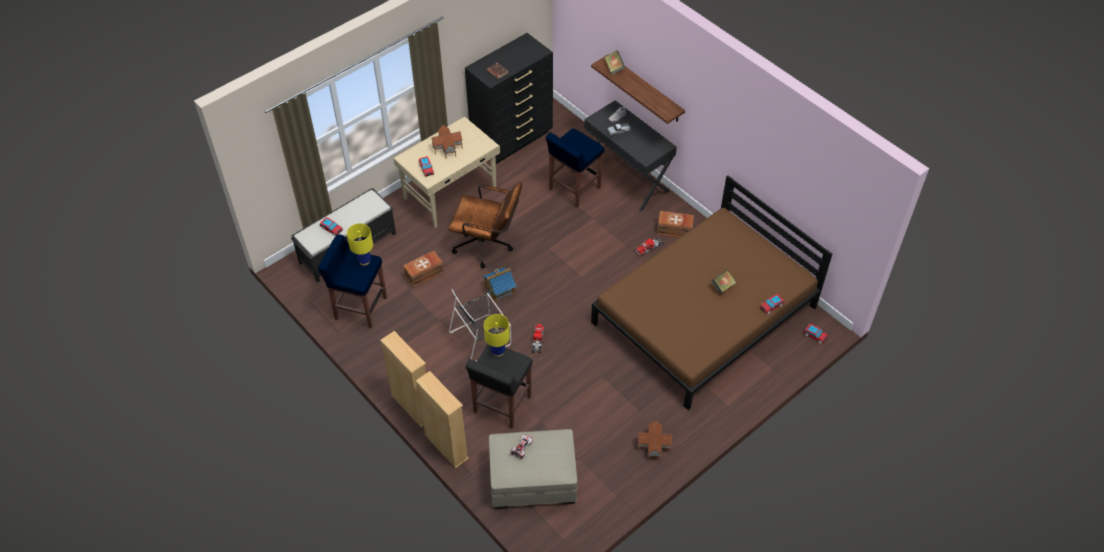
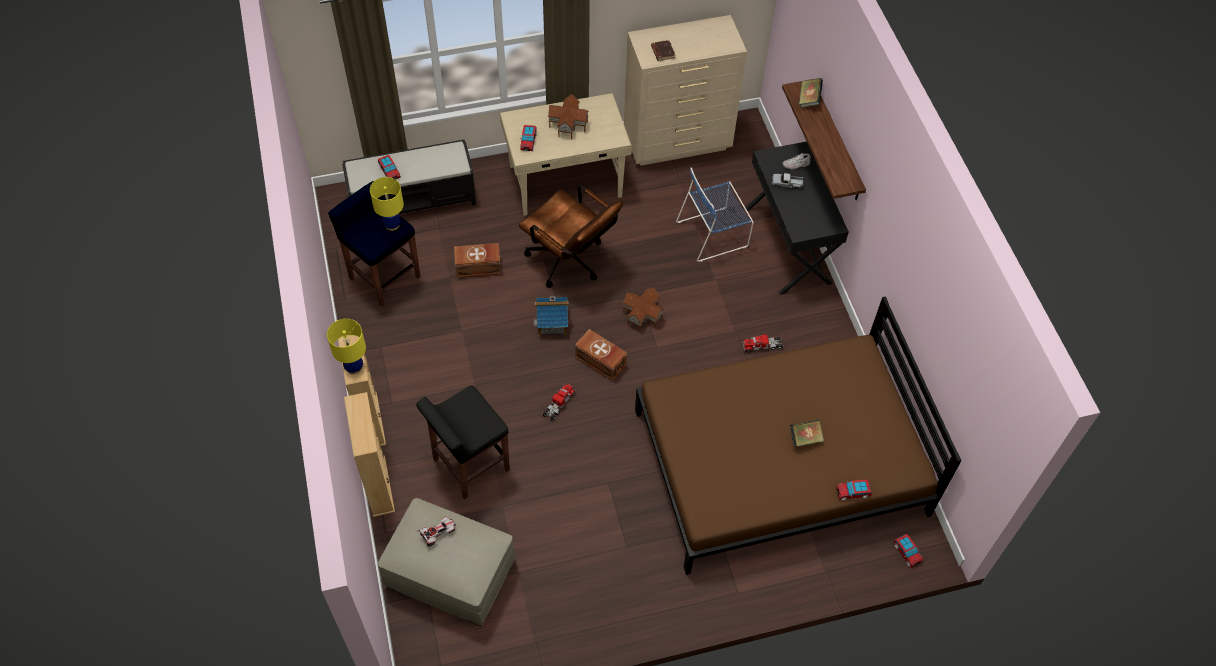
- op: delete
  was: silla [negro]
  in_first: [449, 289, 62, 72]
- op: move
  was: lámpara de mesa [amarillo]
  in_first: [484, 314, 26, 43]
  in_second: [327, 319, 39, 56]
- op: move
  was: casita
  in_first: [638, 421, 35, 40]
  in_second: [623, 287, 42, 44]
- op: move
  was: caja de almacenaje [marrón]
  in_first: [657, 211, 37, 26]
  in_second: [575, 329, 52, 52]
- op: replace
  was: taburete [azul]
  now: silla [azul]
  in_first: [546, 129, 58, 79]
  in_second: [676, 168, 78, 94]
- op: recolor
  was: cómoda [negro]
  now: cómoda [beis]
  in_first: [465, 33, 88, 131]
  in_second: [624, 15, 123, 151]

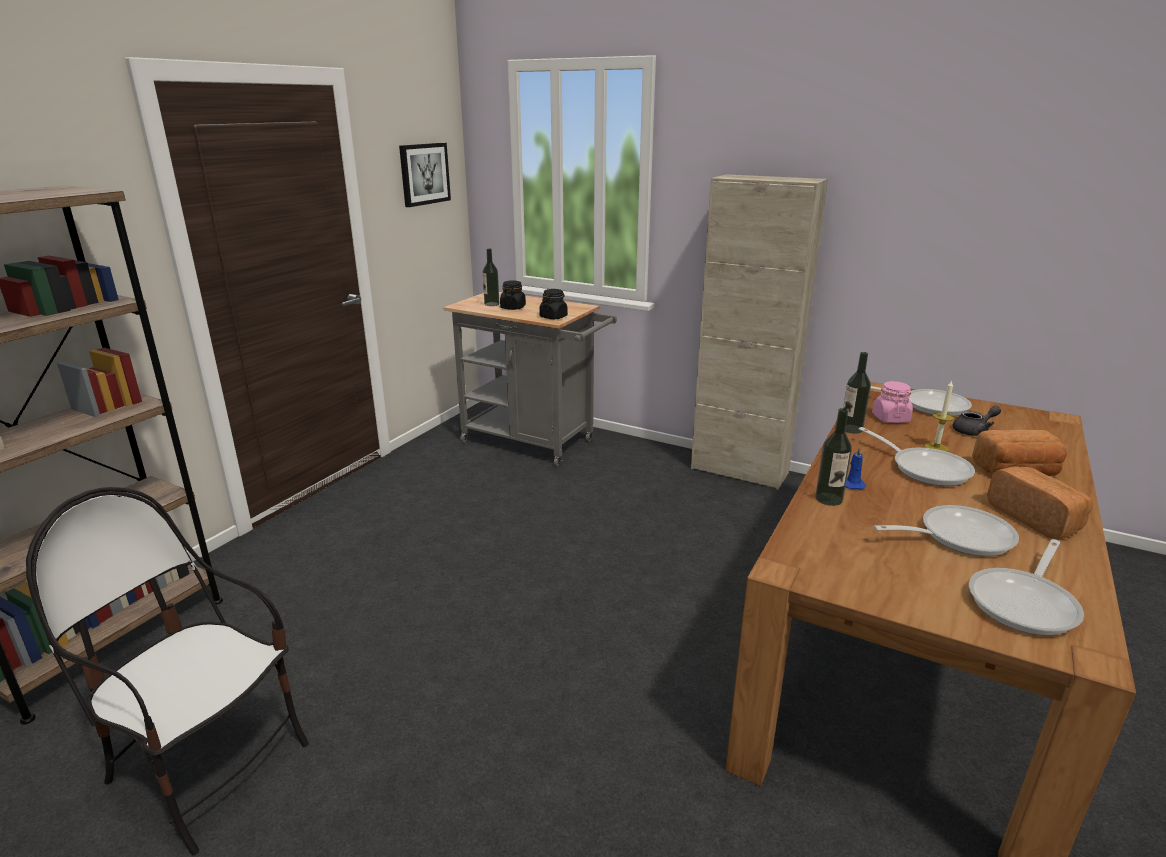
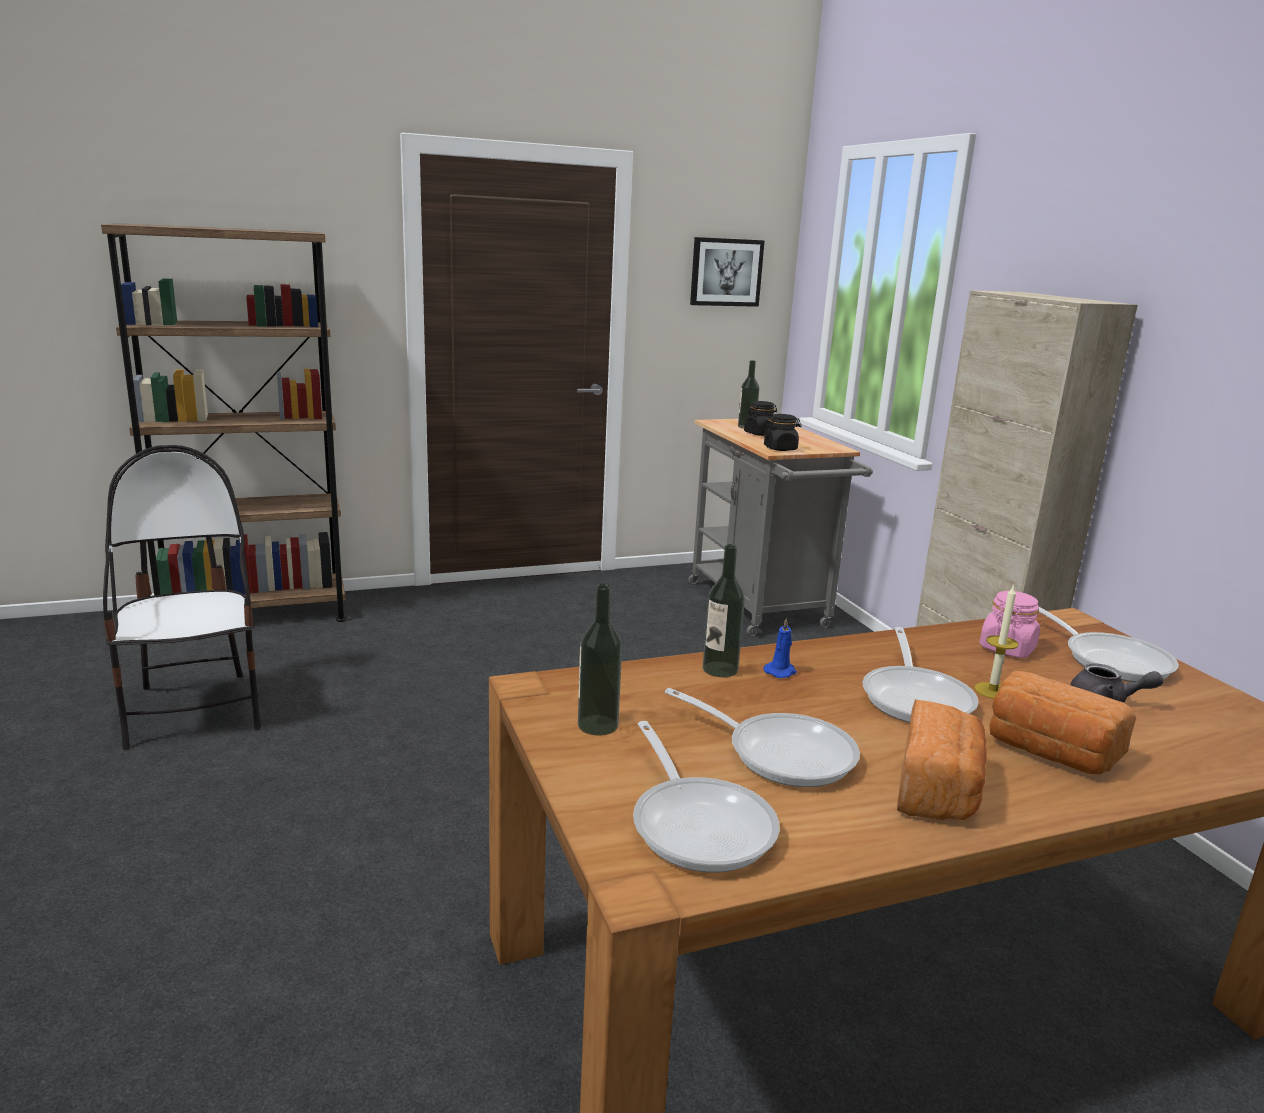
- op: move
  was: botella
  in_first: [843, 352, 28, 82]
  in_second: [578, 584, 44, 152]
- op: rotate
  was: sartén
  in_first: [969, 539, 115, 97]
  in_second: [633, 721, 147, 152]
  clockwise: -105

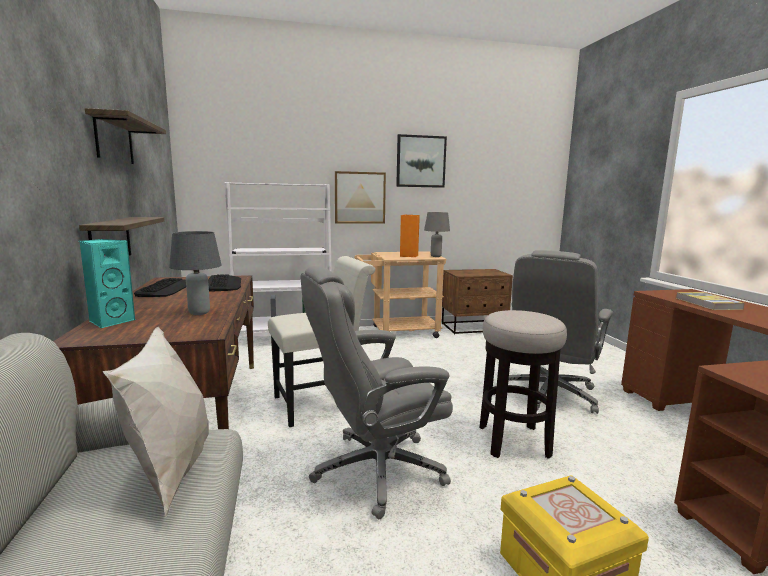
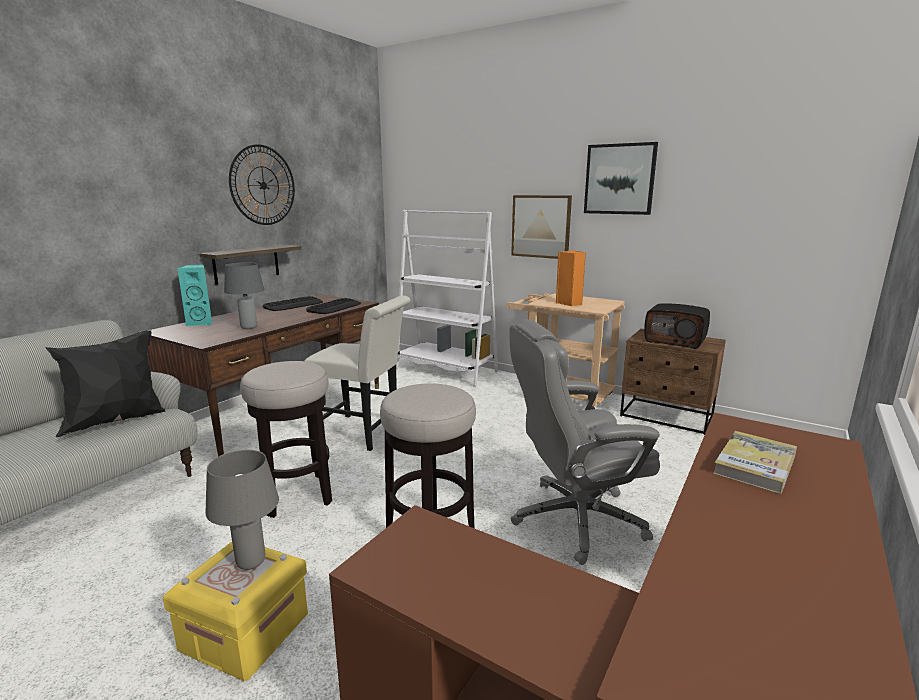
- op: insert
  now: radio
  in_second: [644, 303, 66, 46]
- op: move
  was: lámpara de mesa [gris]
  in_first: [424, 212, 26, 45]
  in_second: [206, 450, 73, 120]
- op: replace
  was: estante
  now: reloj de pared
  in_first: [85, 108, 81, 56]
  in_second: [229, 144, 66, 81]
- op: replace
  was: silla de oficina [gris]
  now: taburete
  in_first: [300, 266, 153, 253]
  in_second: [240, 361, 92, 157]
- op: recolor
  was: cojín [blanco]
  now: cojín [negro]
  in_first: [102, 327, 107, 190]
  in_second: [45, 330, 120, 107]

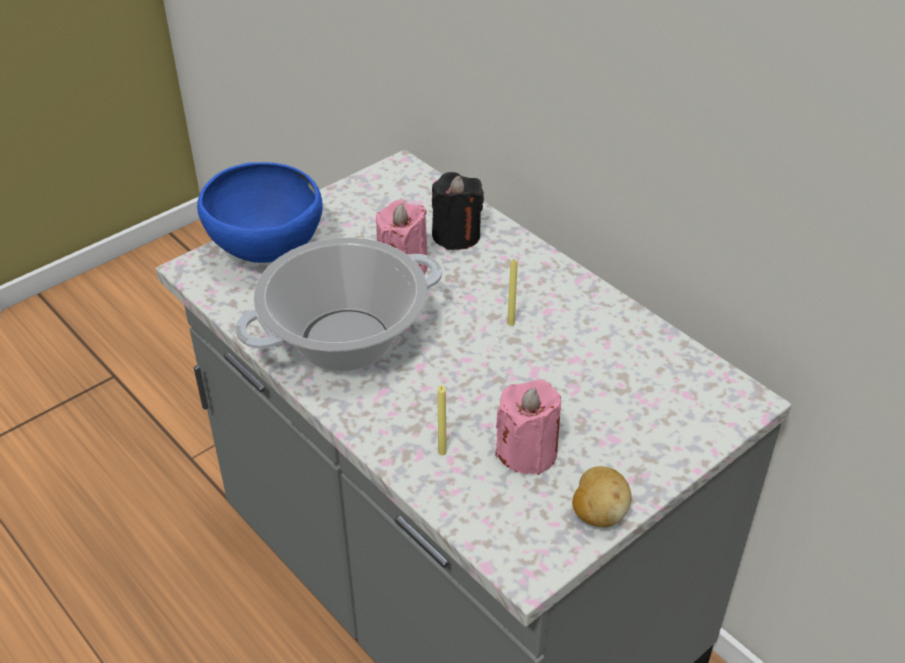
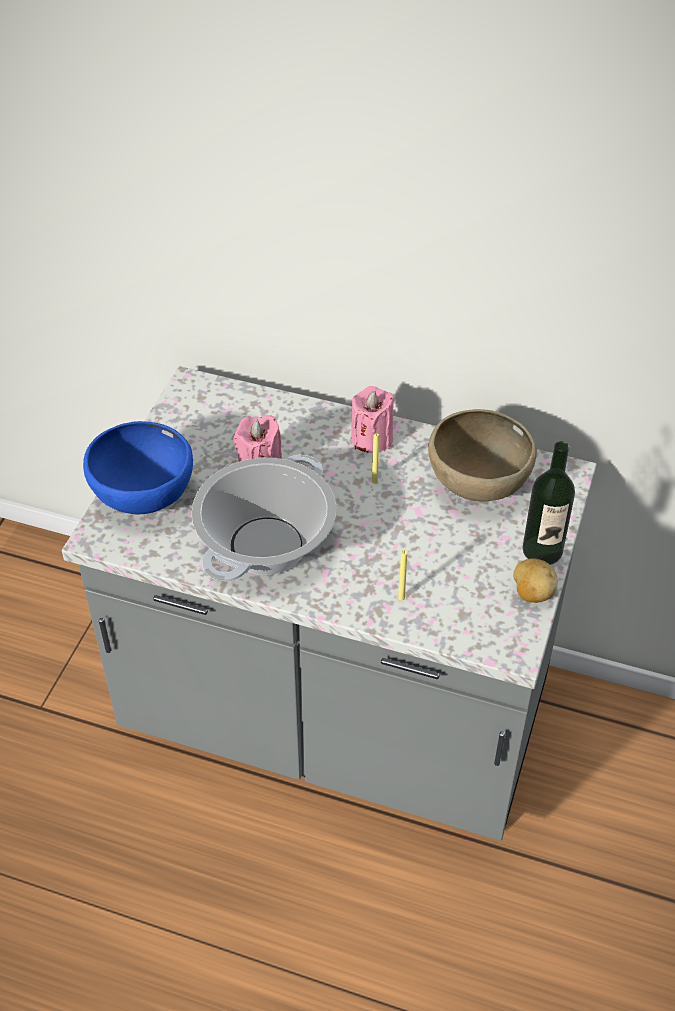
- op: delete
  was: vela [negro]
  in_first: [432, 172, 52, 78]
- op: insert
  now: cuenco [marrón]
  in_second: [428, 409, 109, 93]
- op: insert
  now: botella
  in_second: [522, 441, 53, 124]
- op: move
  was: vela [rosa]
  in_first: [495, 379, 66, 96]
  in_second: [351, 386, 44, 67]

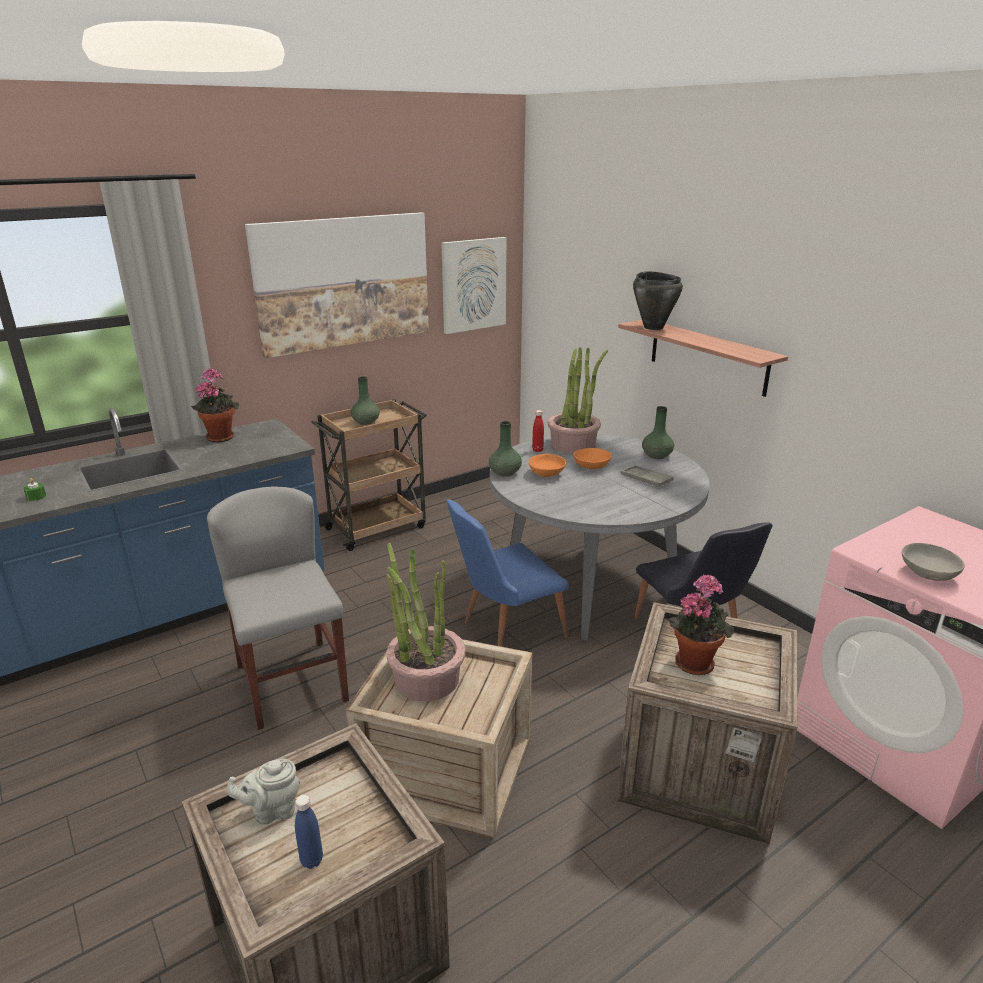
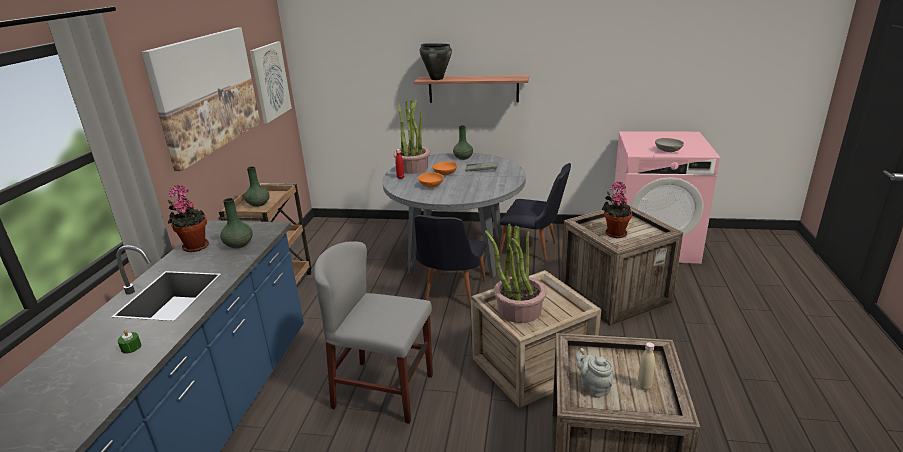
- op: move
  was: florero [verde]
  in_first: [489, 421, 33, 56]
  in_second: [220, 198, 33, 51]
- op: recolor
  was: botella [azul]
  now: botella [beis]
  in_first: [295, 795, 28, 74]
  in_second: [637, 342, 18, 49]
- op: recolor
  was: silla [azul]
  now: silla [negro]
  in_first: [446, 499, 123, 148]
  in_second: [414, 215, 72, 92]
- op: rotate
  was: tetera [gris]
  in_first: [227, 759, 73, 66]
  in_second: [576, 348, 37, 50]
  clockwise: 120

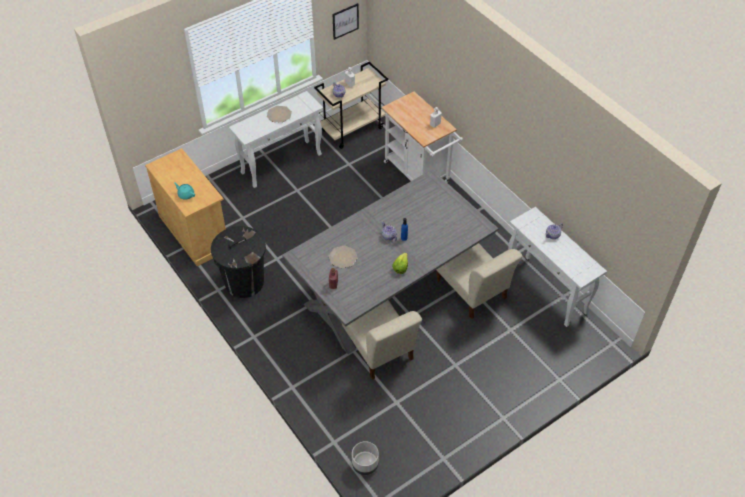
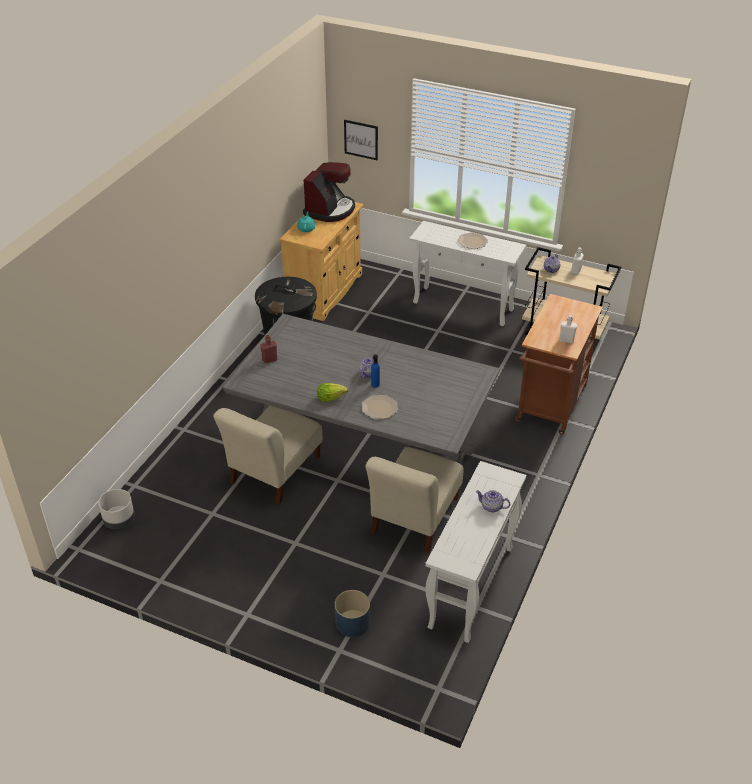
- op: insert
  now: cafetera
  in_second: [303, 162, 52, 60]
- op: insert
  now: maceta [azul]
  in_second: [335, 590, 35, 47]
- op: move
  was: plato
  in_first: [329, 246, 29, 22]
  in_second: [362, 395, 36, 24]
- op: move
  was: cuadro
  in_first: [332, 3, 27, 37]
  in_second: [344, 120, 34, 40]
- op: recolor
  was: carrito [blanco]
  now: carrito [marrón]
  in_first: [382, 92, 81, 90]
  in_second: [515, 294, 88, 140]

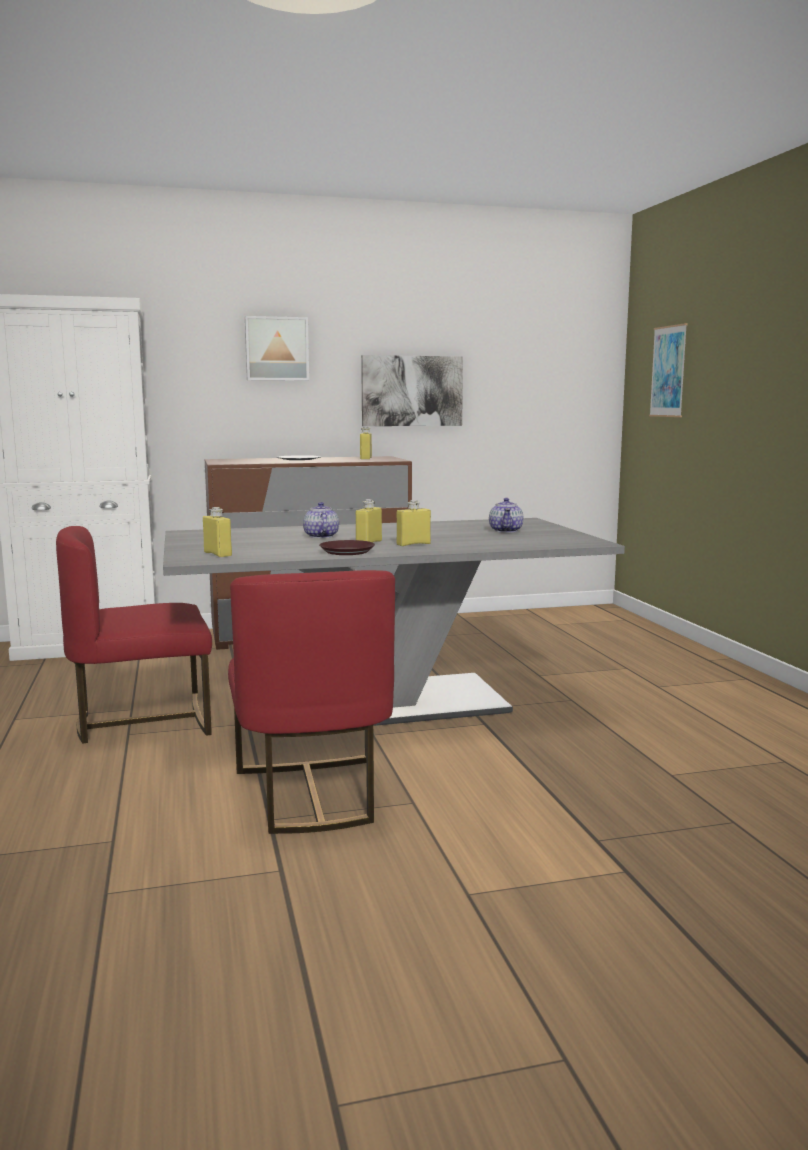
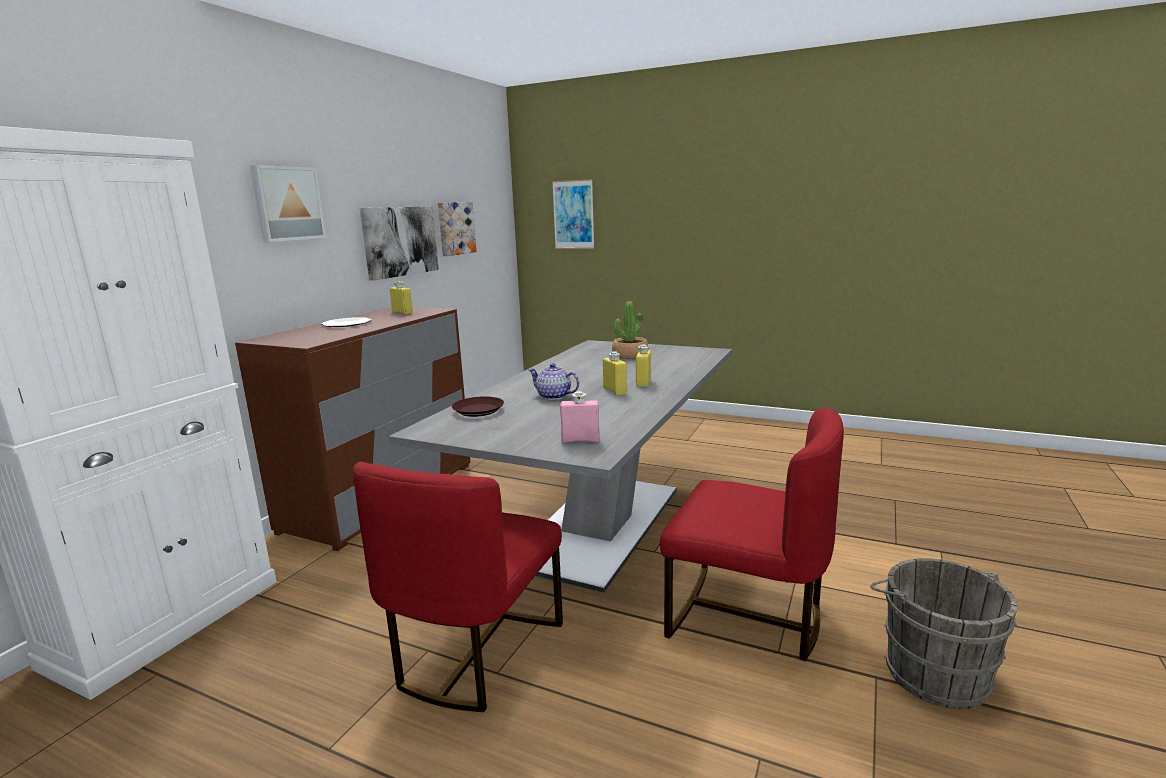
- op: insert
  now: cuadro
  in_second: [438, 202, 39, 54]
- op: insert
  now: cubo [gris]
  in_second: [870, 558, 148, 151]
- op: move
  was: plato [marrón]
  in_first: [319, 540, 56, 15]
  in_second: [452, 396, 52, 21]
- op: replace
  was: tetera
  now: planta en maceta
  in_first: [489, 498, 34, 35]
  in_second: [612, 301, 36, 58]
- op: recolor
  was: botella [amarillo]
  now: botella [rosa]
  in_first: [203, 507, 29, 50]
  in_second: [560, 391, 40, 52]

